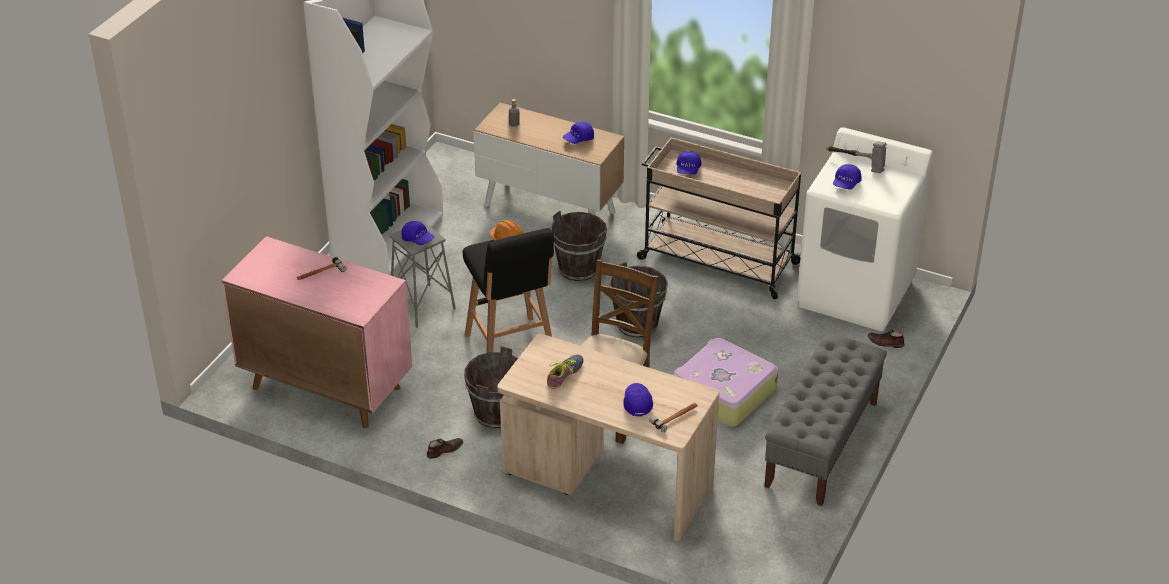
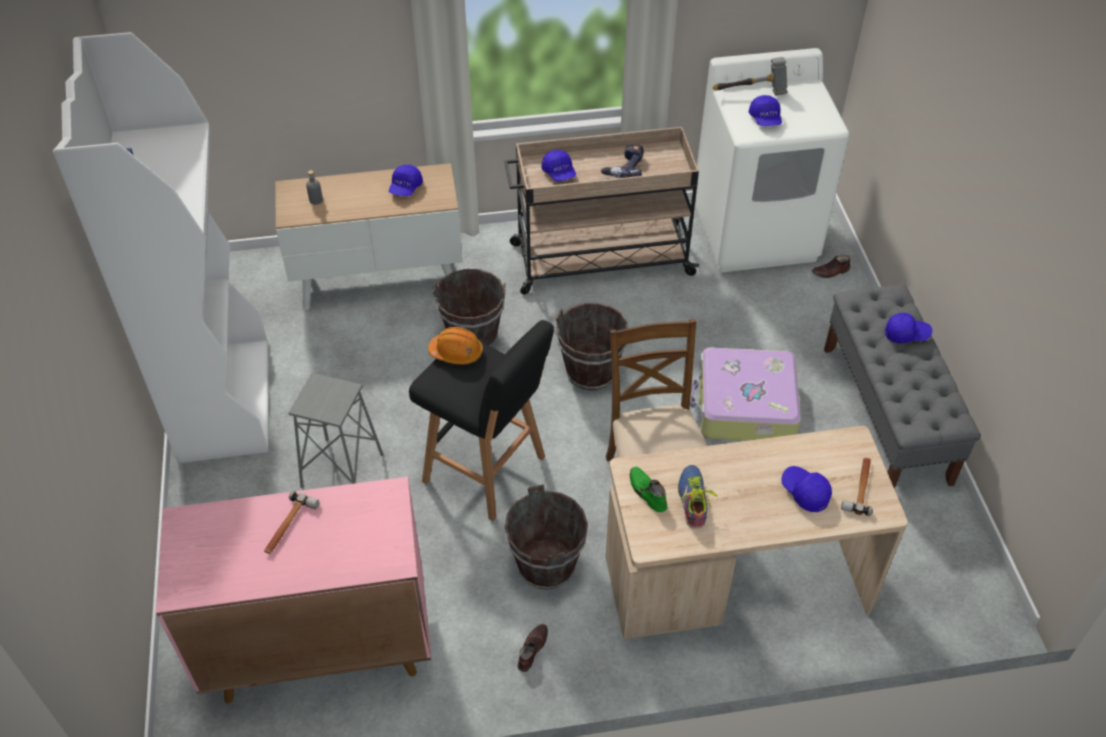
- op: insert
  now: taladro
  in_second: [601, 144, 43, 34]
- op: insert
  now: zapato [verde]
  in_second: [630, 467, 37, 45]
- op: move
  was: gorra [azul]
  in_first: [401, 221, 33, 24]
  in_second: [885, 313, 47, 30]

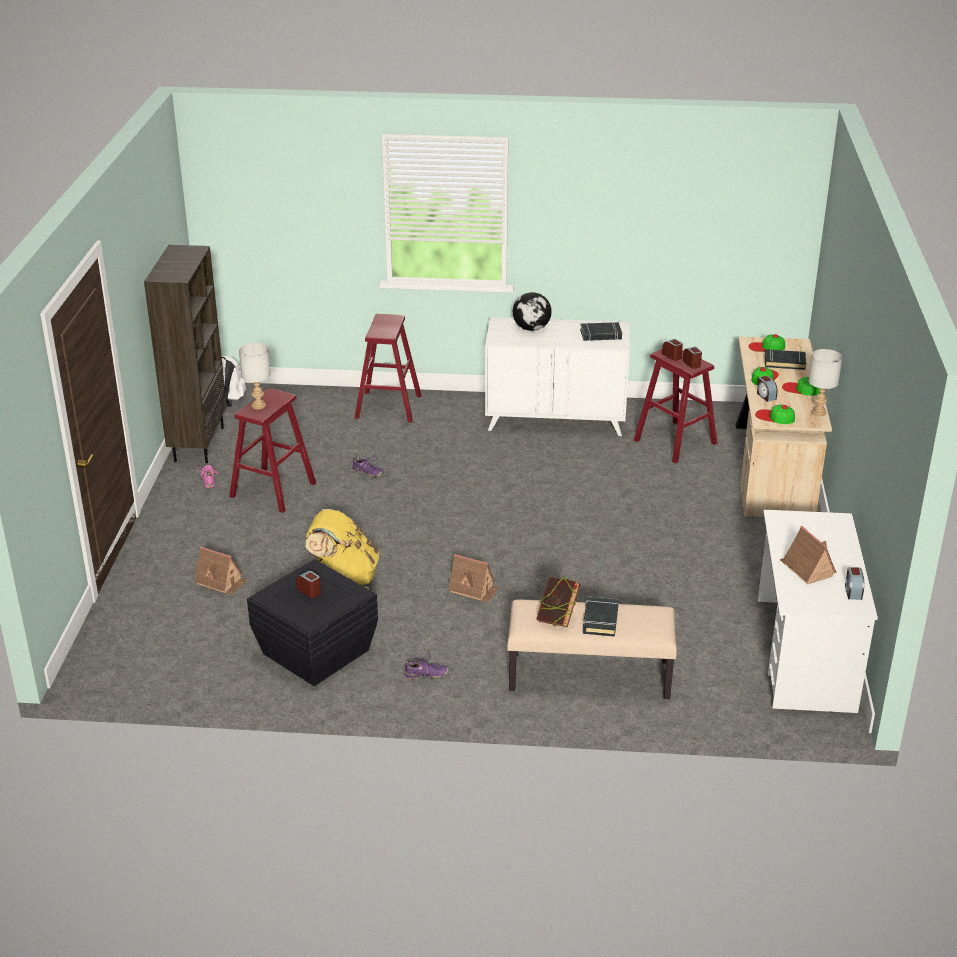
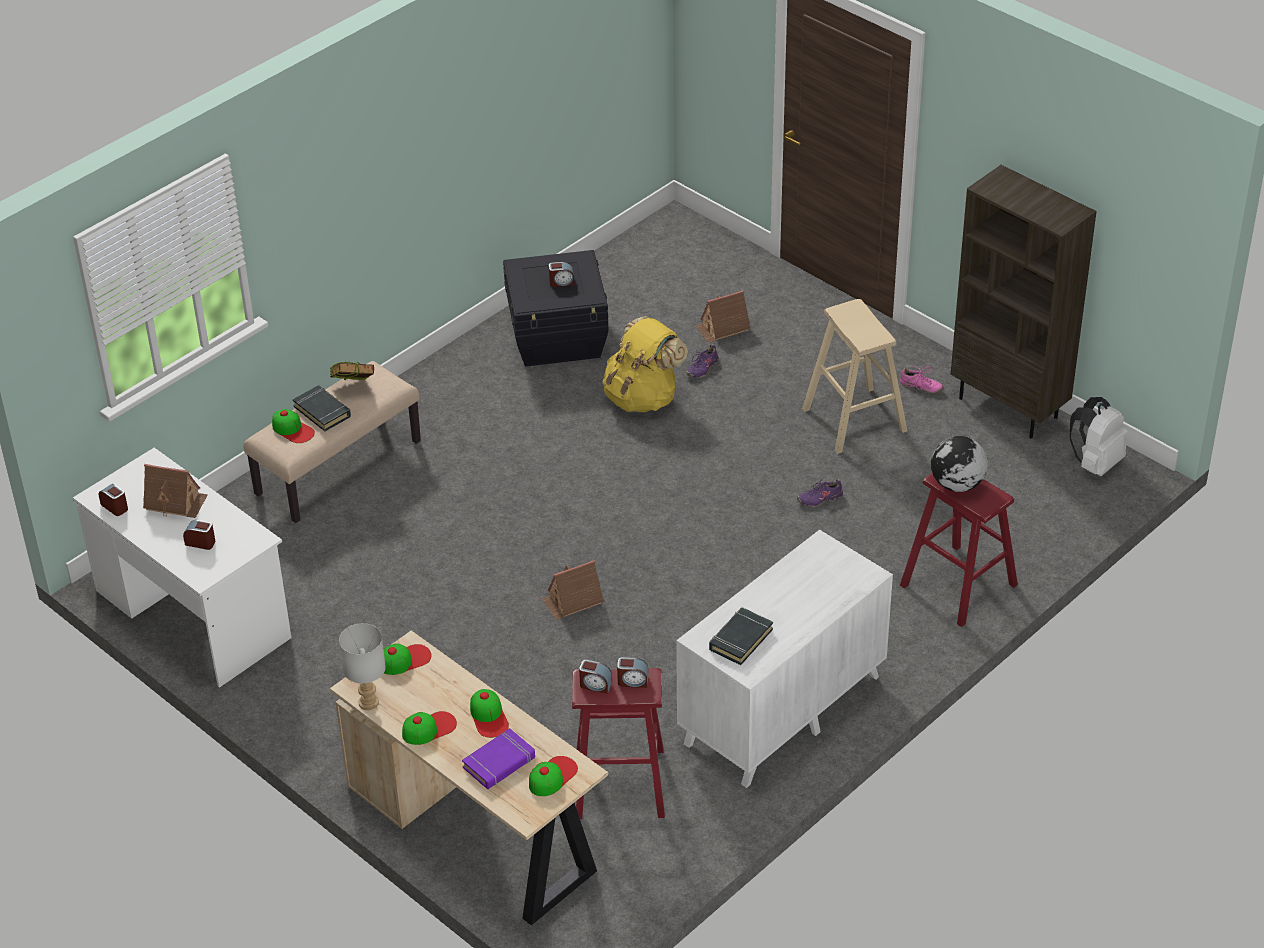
- op: delete
  was: lámpara de mesa [gris]
  in_first: [239, 343, 32, 67]
- op: insert
  now: gorra
  in_second: [272, 409, 43, 34]
- op: move
  was: zapato [morado]
  in_first: [404, 652, 45, 27]
  in_second: [686, 344, 33, 34]
- op: move
  was: casita
  in_first: [448, 554, 51, 48]
  in_second: [541, 560, 63, 60]
- op: move
  was: globo terráqueo
  in_first: [513, 292, 39, 39]
  in_second: [931, 436, 57, 56]
- op: move
  was: despertador
  in_first: [757, 376, 21, 26]
  in_second: [183, 520, 32, 30]
- op: recolor
  was: taburete [rojo]
  now: taburete [beis]
  in_first: [229, 388, 87, 125]
  in_second: [802, 299, 106, 155]
- op: recolor
  was: libro [negro]
  now: libro [morado]
  in_first: [765, 349, 41, 21]
  in_second: [462, 728, 73, 61]

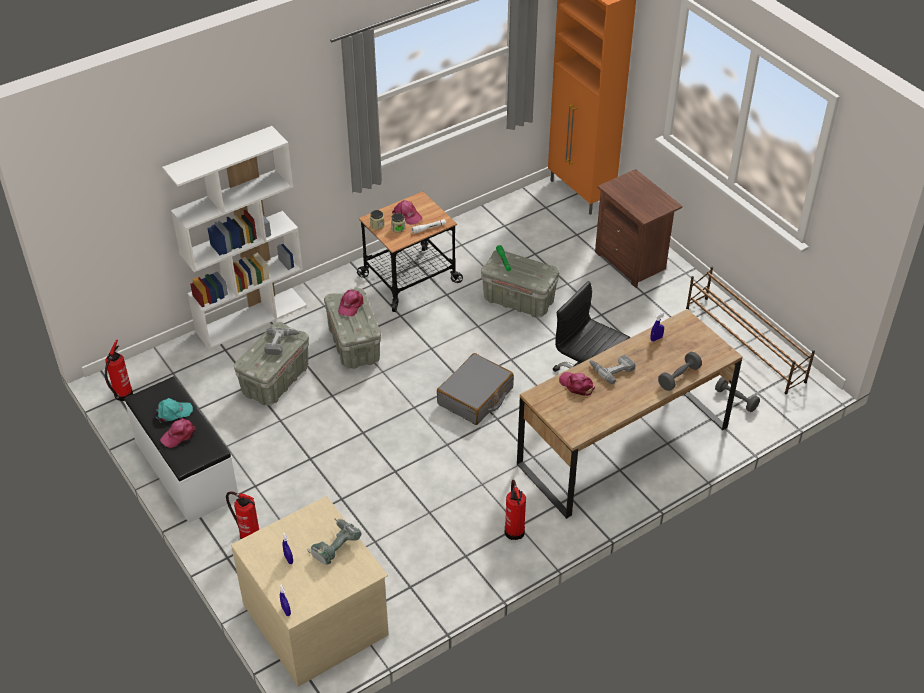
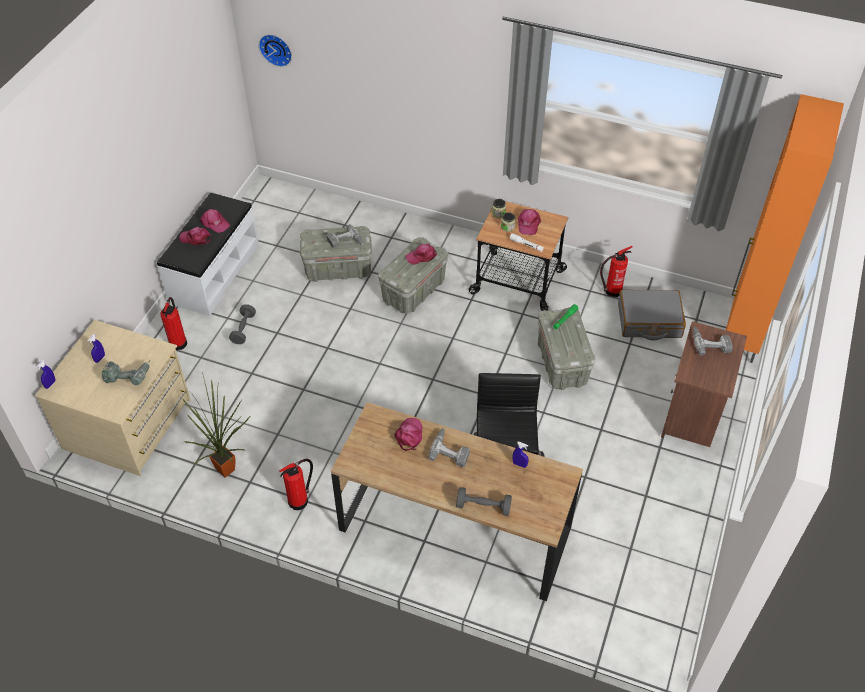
- op: delete
  was: estantería [blanco]
  in_first: [162, 126, 145, 223]
- op: delete
  was: zapatero [marrón]
  in_first: [686, 267, 129, 127]
- op: insert
  now: planta en maceta
  in_second: [183, 372, 67, 106]
- op: insert
  now: reloj de pared
  in_second: [259, 34, 33, 33]
- op: insert
  now: taladro
  in_second: [693, 327, 40, 29]
- op: move
  was: extintor
  in_first: [105, 340, 28, 61]
  in_second: [600, 246, 33, 51]
- op: move
  was: maleta [gris]
  in_first: [437, 353, 77, 72]
  in_second: [618, 290, 68, 50]
- op: move
  was: mancuerna [gris]
  in_first: [715, 377, 45, 35]
  in_second: [229, 304, 27, 40]
- op: recolor
  was: gorra [turquesa]
  now: gorra [rosa]
  in_first: [155, 398, 38, 25]
  in_second: [199, 209, 31, 24]

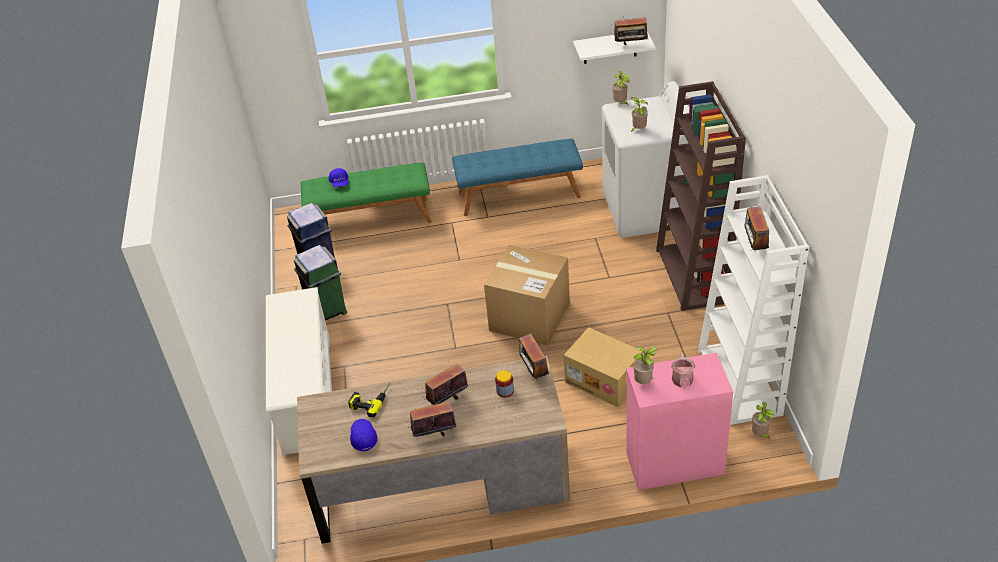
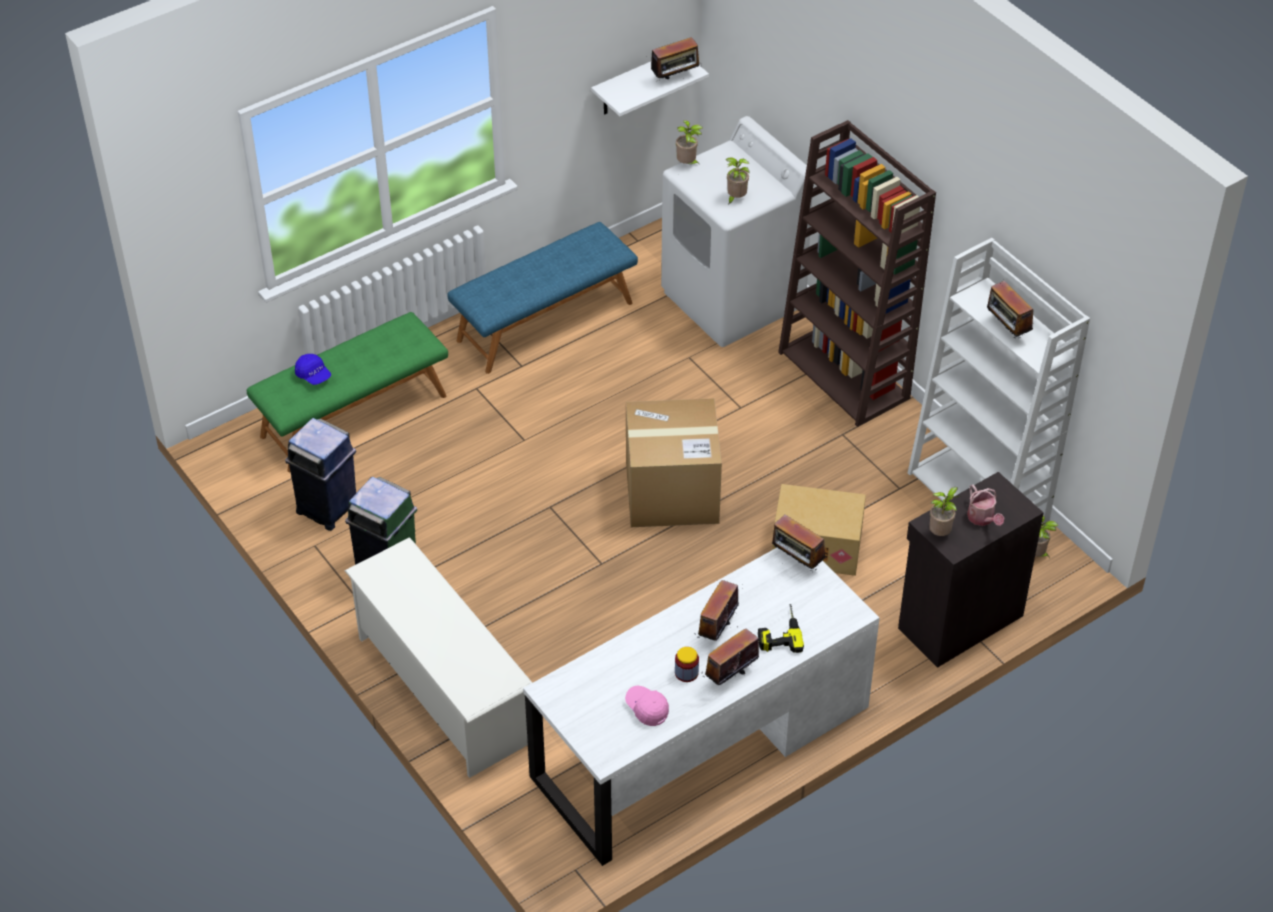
- op: move
  was: taladro
  in_first: [348, 383, 42, 35]
  in_second: [758, 604, 46, 49]
- op: move
  was: tarro
  in_first: [495, 370, 19, 27]
  in_second: [675, 647, 24, 35]
- op: recolor
  was: escritorio [marrón]
  now: escritorio [blanco]
  in_first: [297, 355, 273, 189]
  in_second: [523, 547, 357, 319]
- op: recolor
  was: gorra [azul]
  now: gorra [rosa]
  in_first: [350, 419, 28, 32]
  in_second: [625, 686, 44, 40]
- op: recolor
  was: armario [rosa]
  now: armario [negro]
  in_first: [626, 353, 107, 137]
  in_second: [898, 472, 145, 196]

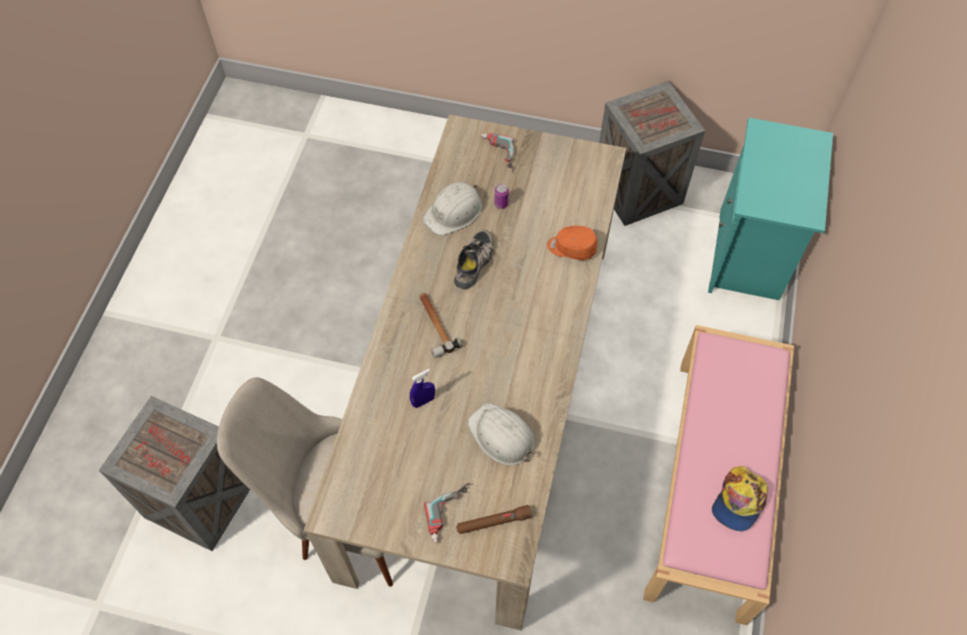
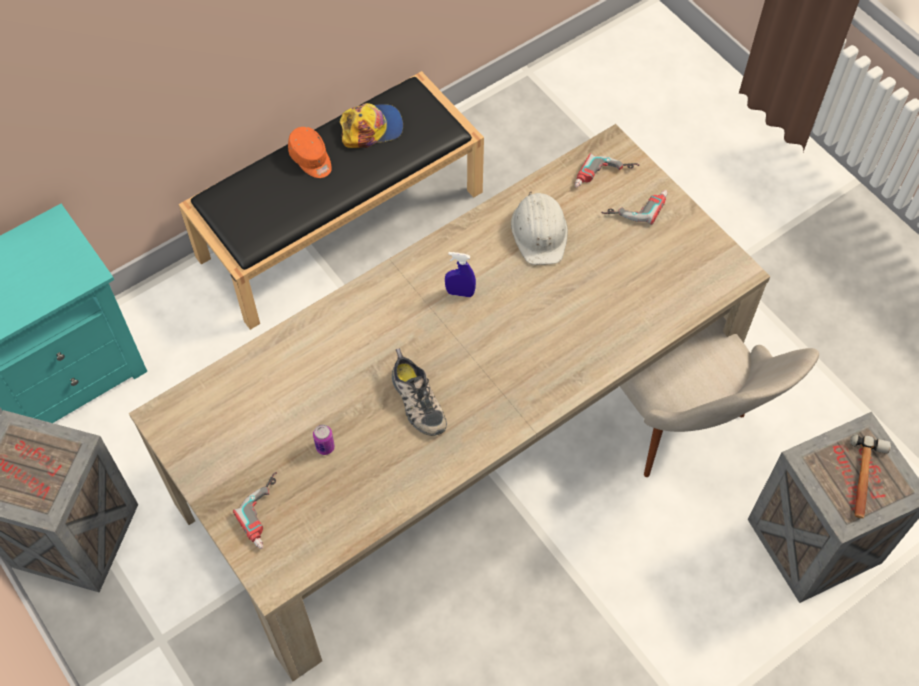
- op: delete
  was: casco [blanco]
  in_first: [423, 182, 59, 54]
- op: move
  was: pulverizador [azul]
  in_first: [410, 369, 25, 39]
  in_second: [445, 252, 31, 45]
- op: move
  was: martillo
  in_first: [419, 293, 44, 65]
  in_second: [850, 434, 41, 84]
- op: move
  was: gorra [naranja]
  in_first: [547, 226, 50, 34]
  in_second: [288, 127, 44, 51]
- op: replace
  was: linterna [marrón]
  now: taladro
  in_first: [456, 505, 76, 29]
  in_second: [575, 153, 64, 35]
- op: recolor
  was: banco [rosa]
  now: banco [negro]
  in_first: [643, 325, 151, 300]
  in_second: [179, 71, 305, 259]
- op: rotate
  was: zapato
  in_first: [454, 230, 39, 59]
  in_second: [392, 348, 55, 88]
  clockwise: -90

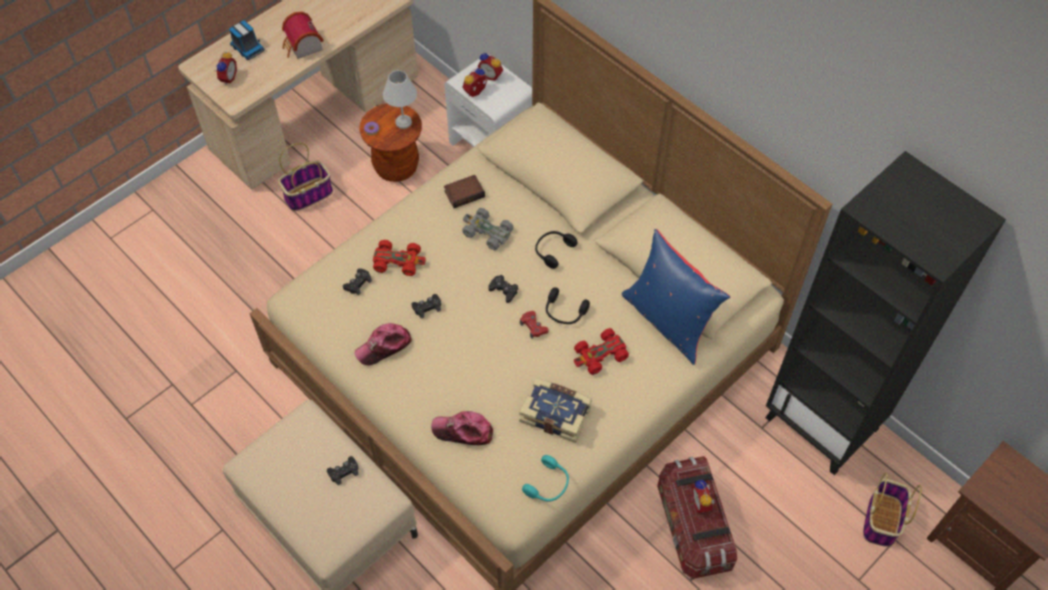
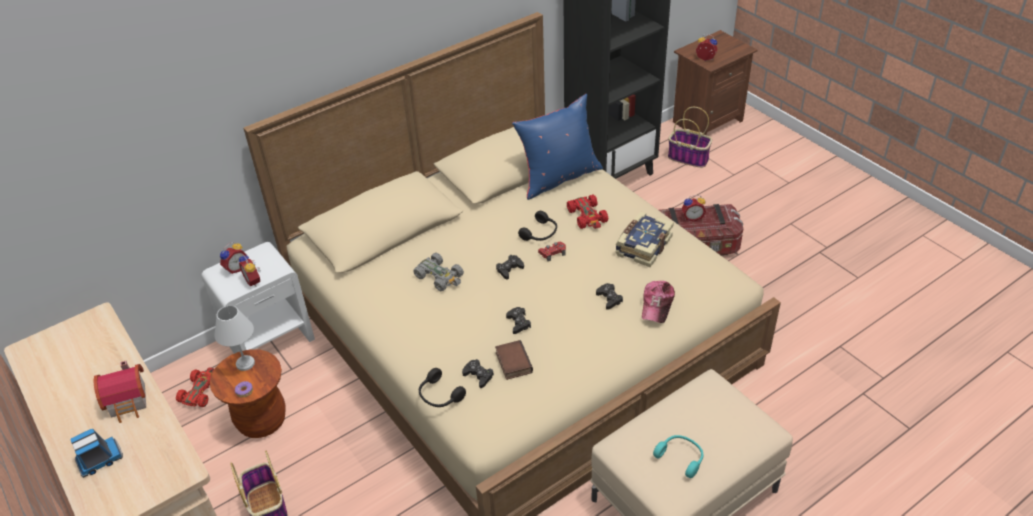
- op: delete
  was: gorra
  in_first: [354, 323, 58, 43]
- op: move
  was: despertador
  in_first: [216, 52, 21, 33]
  in_second: [696, 34, 22, 27]
- op: move
  was: mando de consola [negro]
  in_first: [327, 456, 32, 29]
  in_second: [596, 283, 27, 27]
- op: move
  was: coche de juguete [rojo]
  in_first: [373, 240, 53, 36]
  in_second: [176, 367, 38, 40]
- op: move
  was: libro
  in_first: [444, 175, 41, 33]
  in_second: [495, 340, 38, 40]
- op: move
  was: auriculares [turquesa]
  in_first: [522, 455, 47, 47]
  in_second: [653, 435, 50, 43]
- op: move
  was: auriculares [negro]
  in_first: [535, 231, 42, 38]
  in_second: [419, 368, 47, 39]
- op: rotate
  was: coche de juguete [gris]
  in_first: [462, 208, 52, 42]
  in_second: [413, 253, 51, 38]
  clockwise: -90

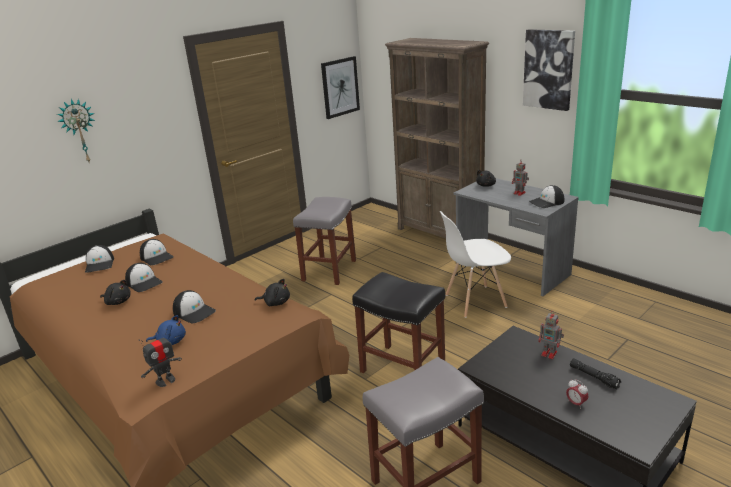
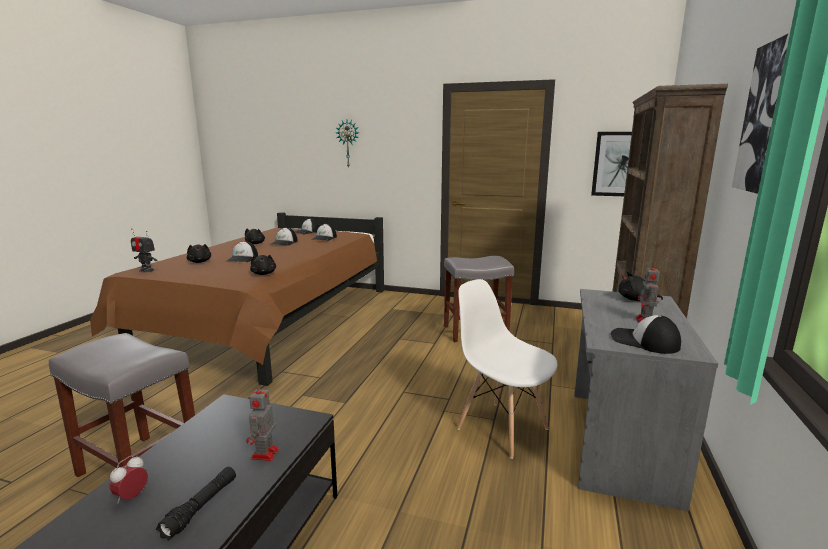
- op: delete
  was: taburete [negro]
  in_first: [352, 272, 93, 101]
- op: recolor
  was: peluche [azul]
  now: peluche [negro]
  in_first: [146, 315, 40, 30]
  in_second: [187, 244, 24, 19]

